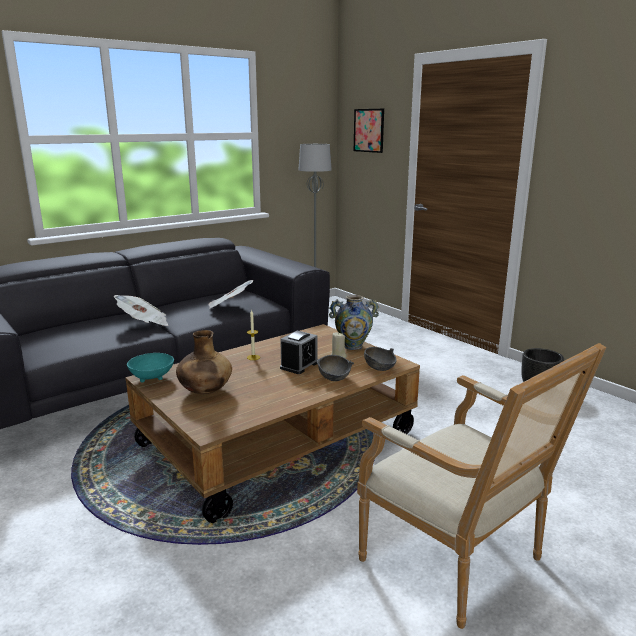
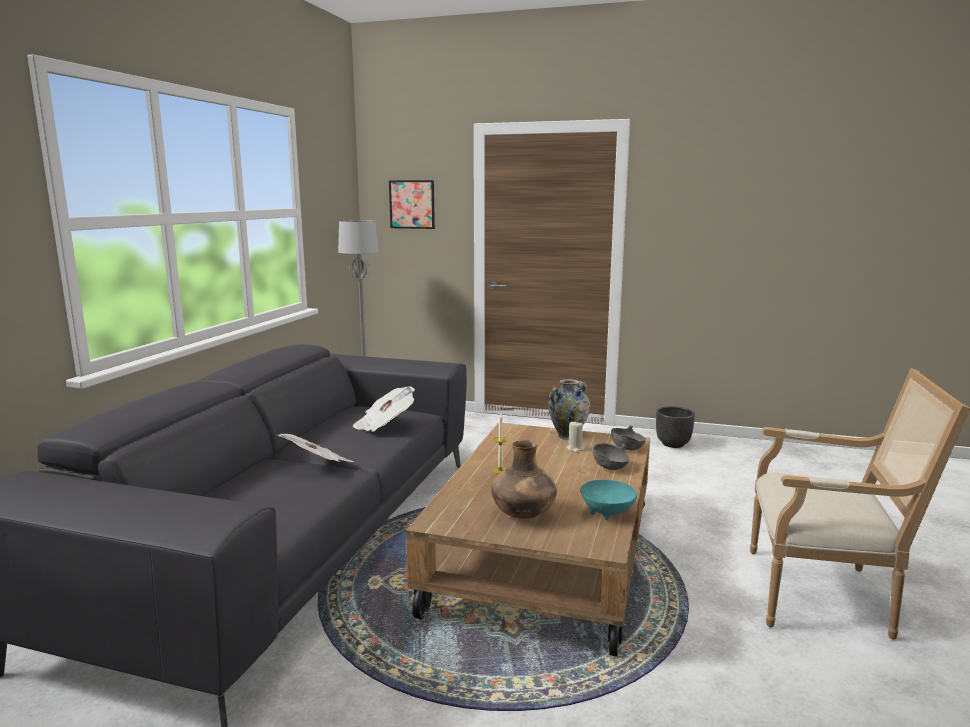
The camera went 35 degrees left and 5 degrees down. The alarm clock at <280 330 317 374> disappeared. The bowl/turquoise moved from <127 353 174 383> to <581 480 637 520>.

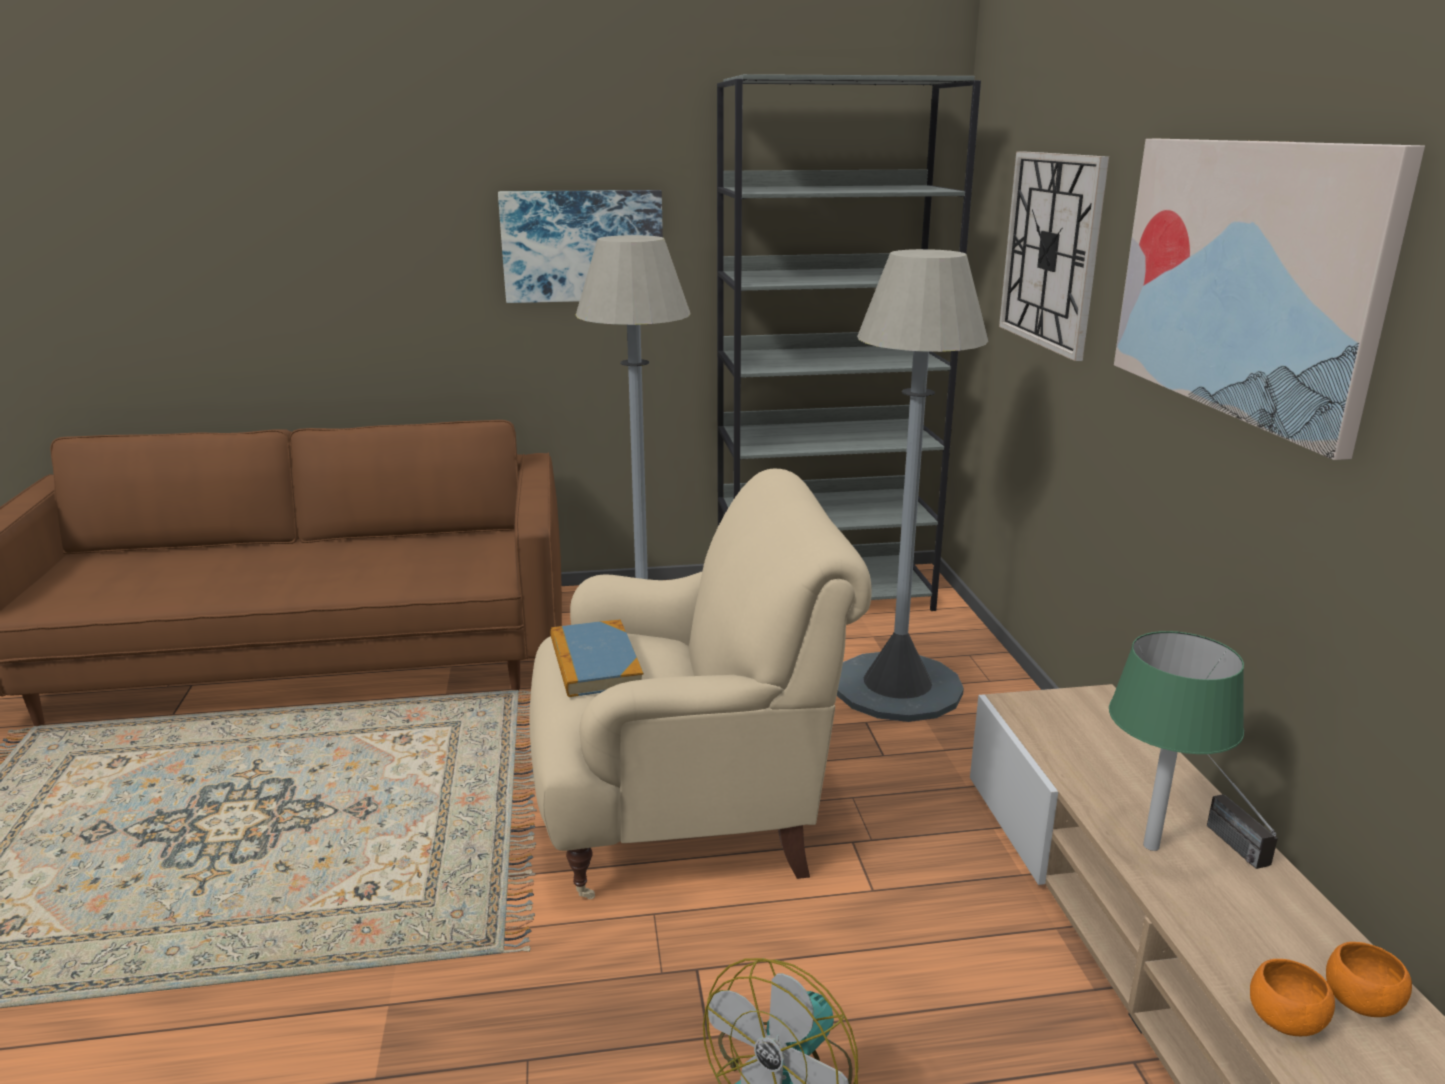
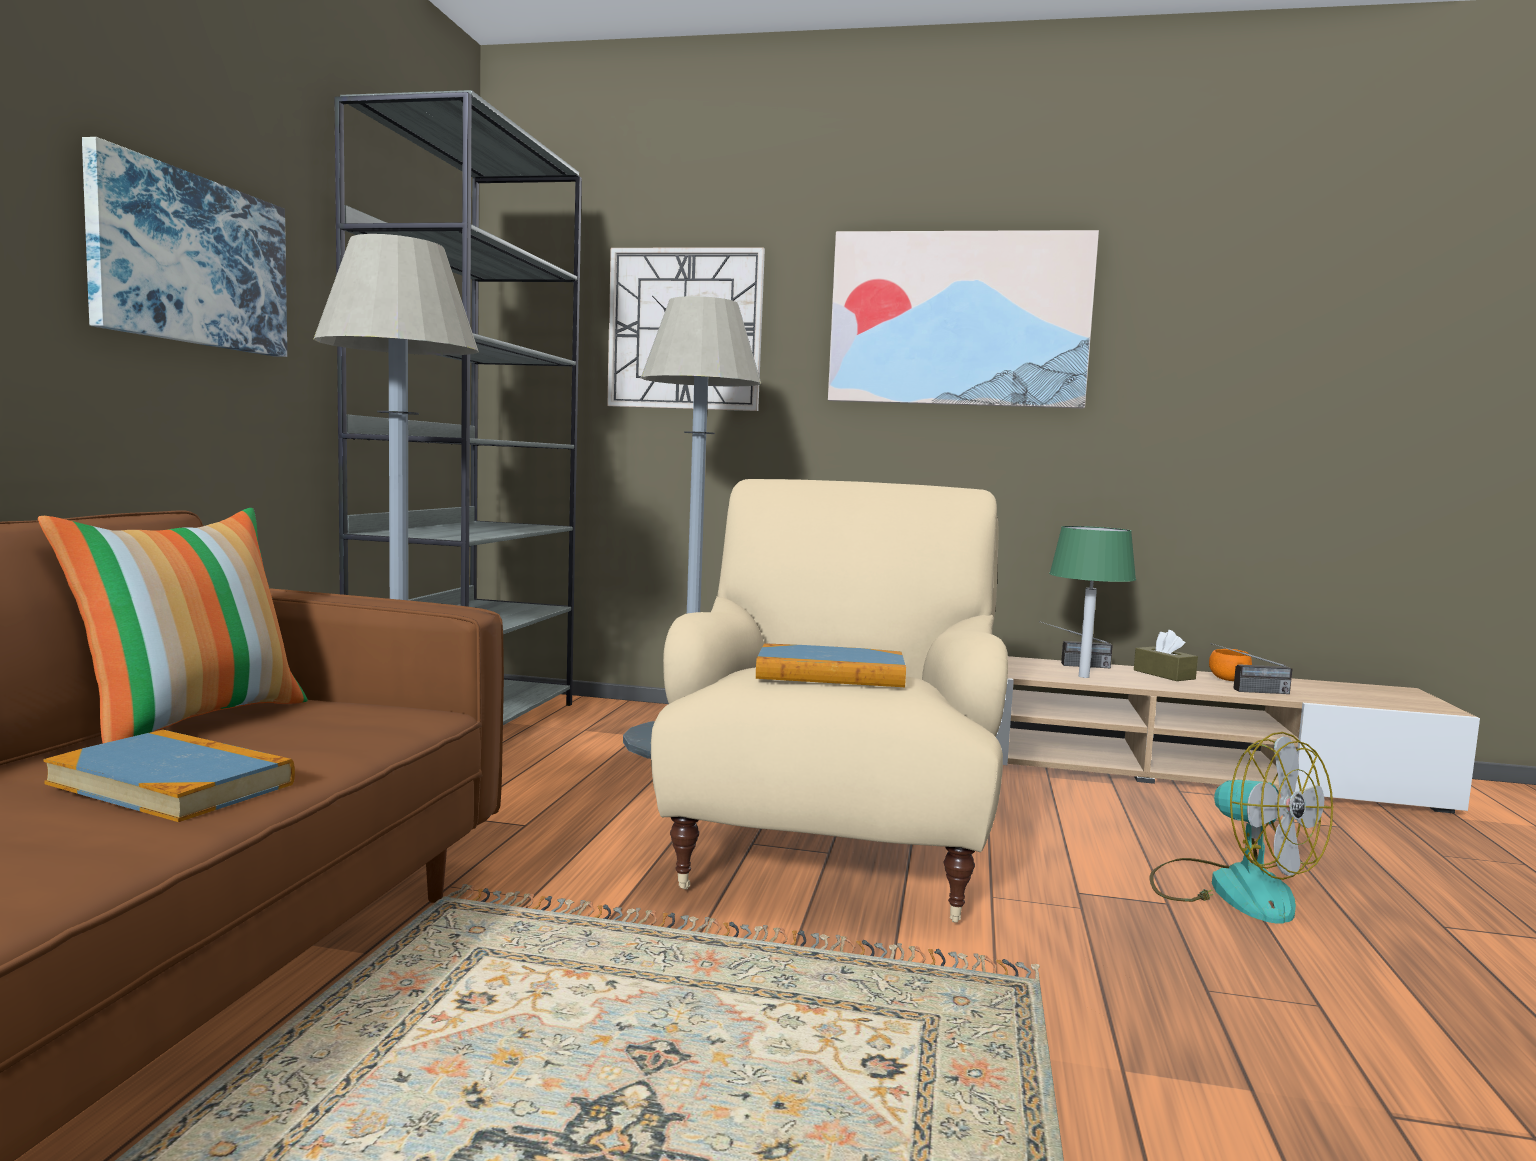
The camera went 70 degrees left and 15 degrees down. The pillow at <38 508 308 743> appeared. The book at <43 730 295 822> appeared. The tissue box/brown at <1134 630 1198 681> appeared. The bowl/orange at <1250 959 1335 1036> was replaced by the radio at <1211 643 1292 694>.

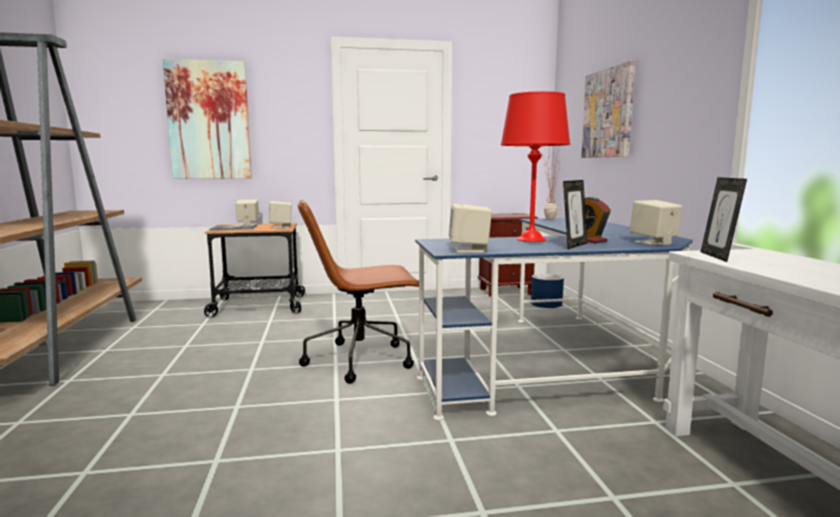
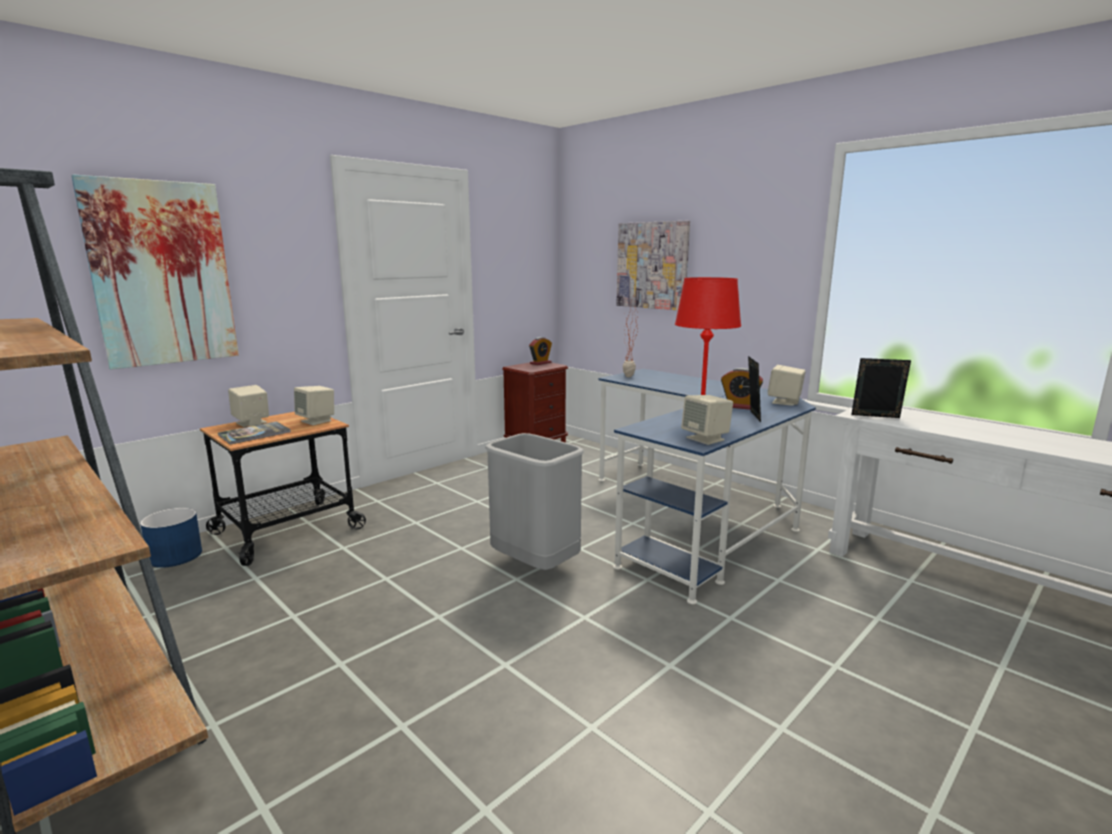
The camera went 35 degrees left and 5 degrees up. The alarm clock at <529 337 552 365> appeared. The planter/blue moved from <531 274 564 308> to <140 508 202 568>. The office chair/brown at <298 200 419 384> was replaced by the trash can/grey at <485 433 585 570>. The picture frame at <701 177 747 262> turned 135 degrees clockwise.

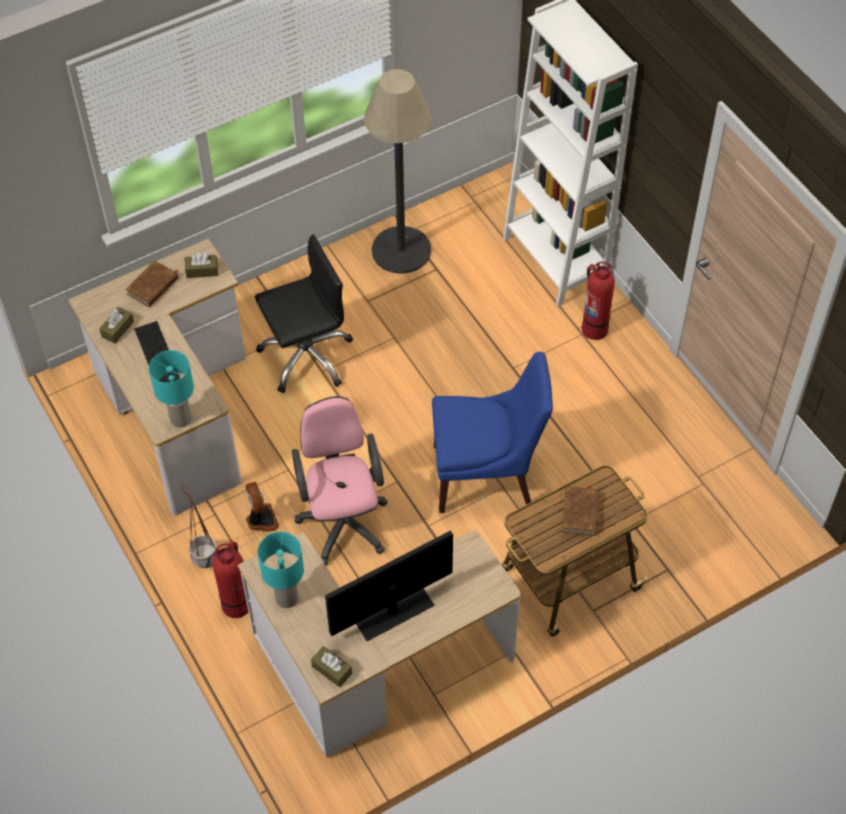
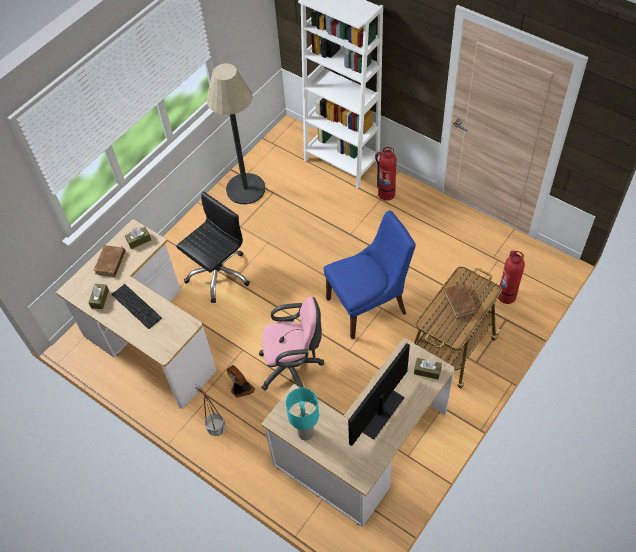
The camera went 20 degrees left and 0 degrees up. The table lamp/turquoise at <149 350 194 428> disappeared. The fire extinguisher moved from <213 541 248 618> to <498 250 525 304>. The tissue box/brown moved from <311 646 352 687> to <414 358 442 379>. The office chair/pink at <292 396 388 565> turned 120 degrees clockwise.

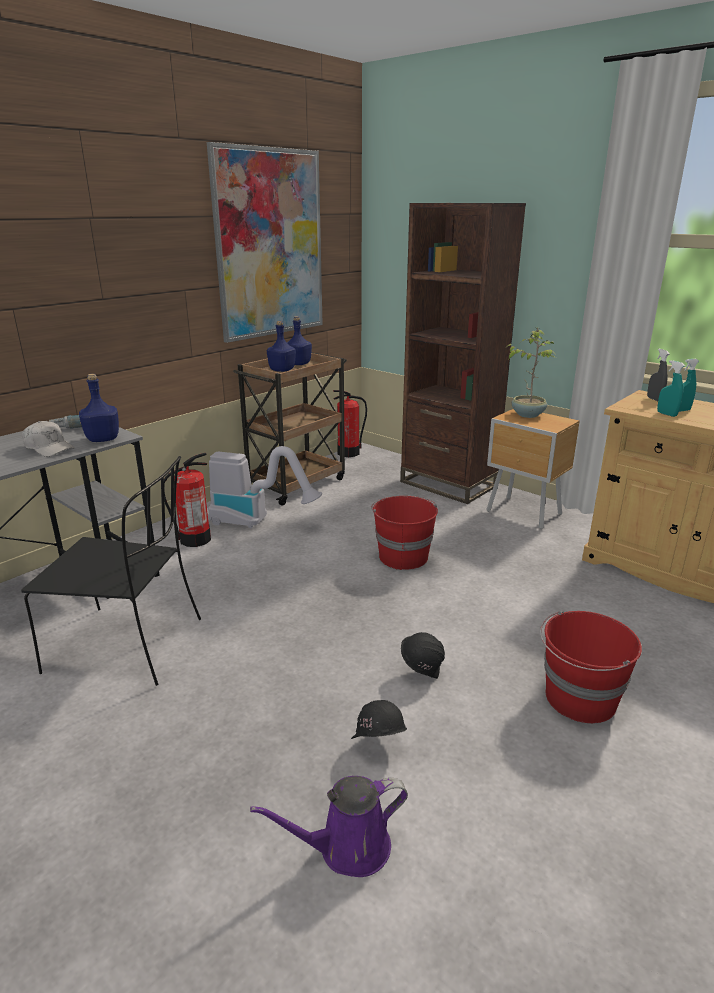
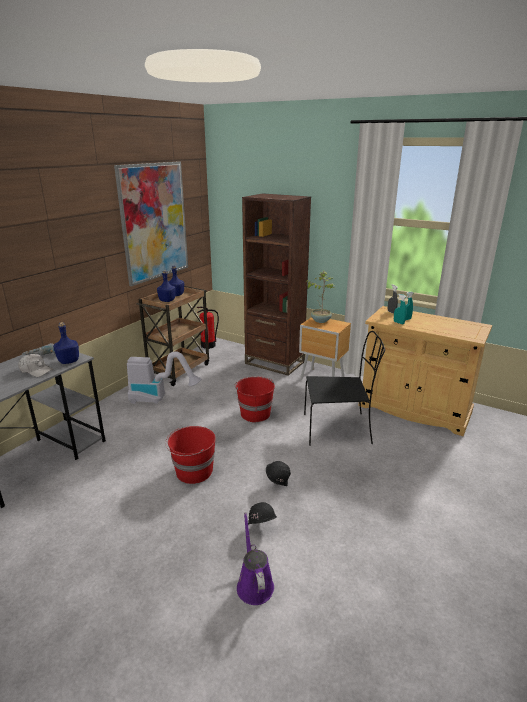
The camera went 10 degrees left and 0 degrees up. The fire extinguisher at <164 453 211 547> disappeared. The chair/black moved from <21 456 201 686> to <304 331 385 446>. The bucket/red moved from <540 610 642 723> to <165 426 216 484>. The watering can/purple at <250 776 408 877> turned 105 degrees clockwise.

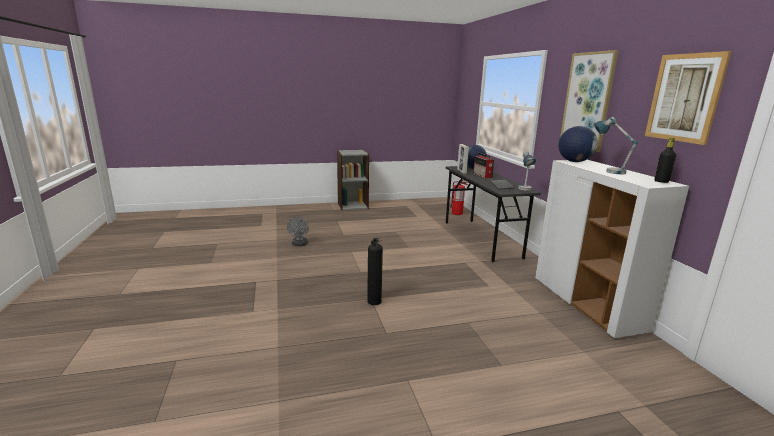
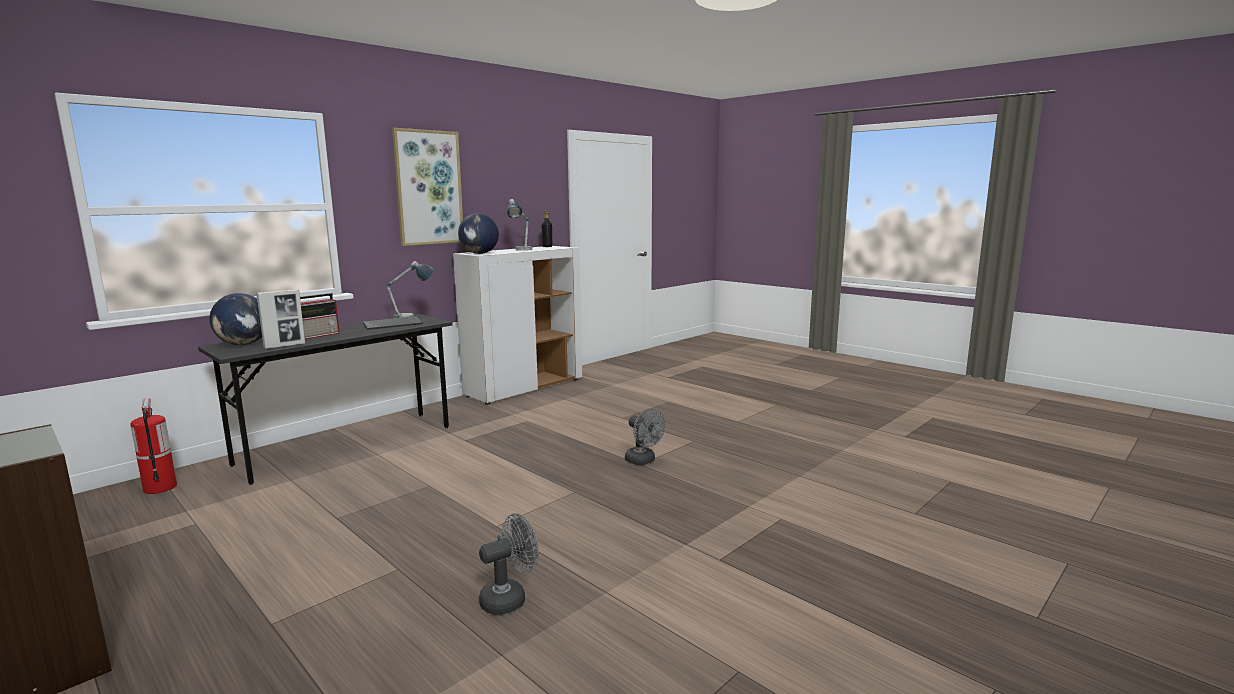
The camera went 120 degrees left and 5 degrees down. The picture at <645 51 731 145> disappeared. The fire extinguisher at <367 238 383 305> was replaced by the fan/grey at <625 408 666 465>.

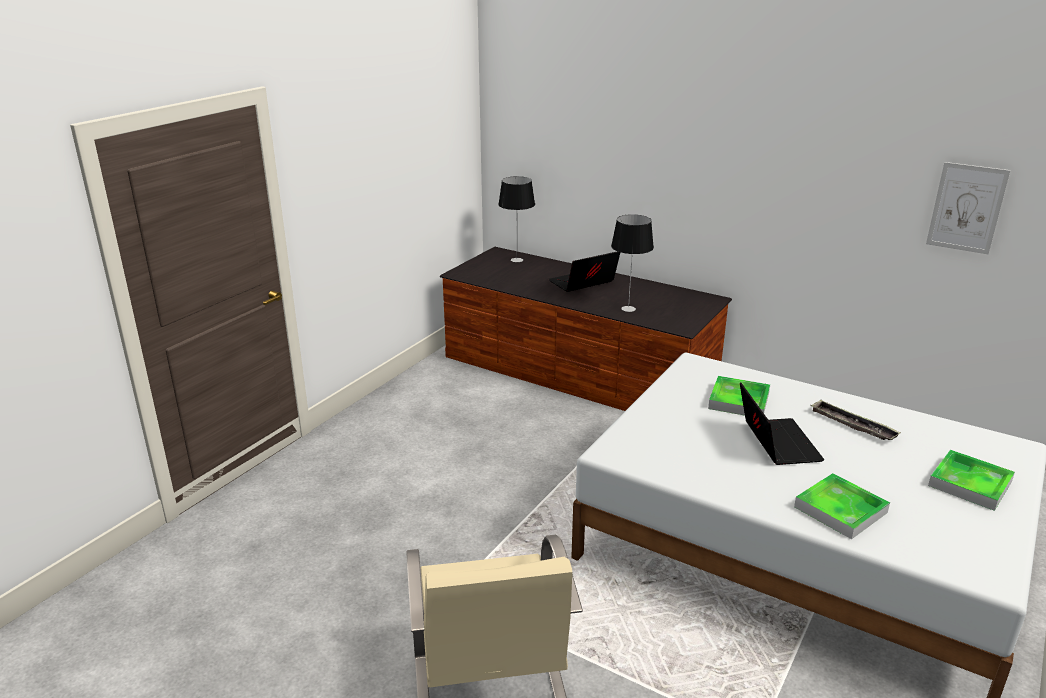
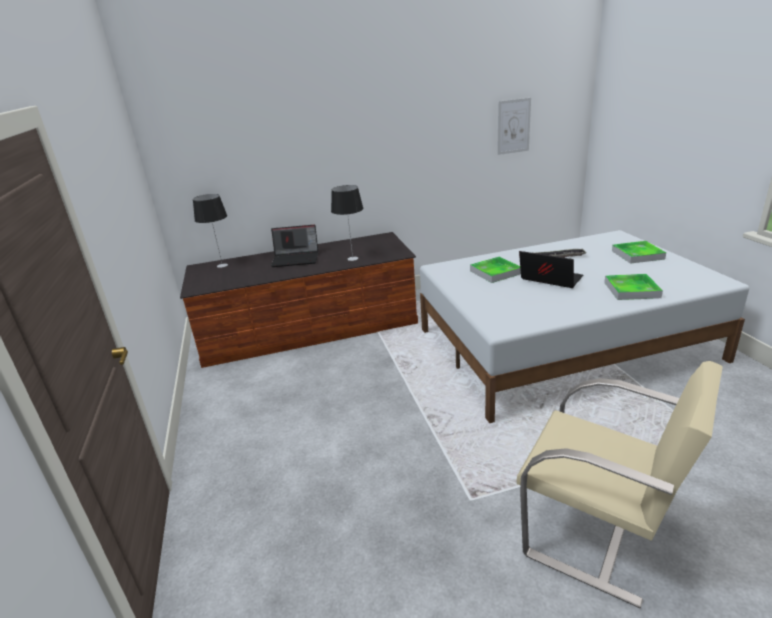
The camera went 45 degrees left and 0 degrees up. The laptop at <549 251 620 292> turned 105 degrees counterclockwise.

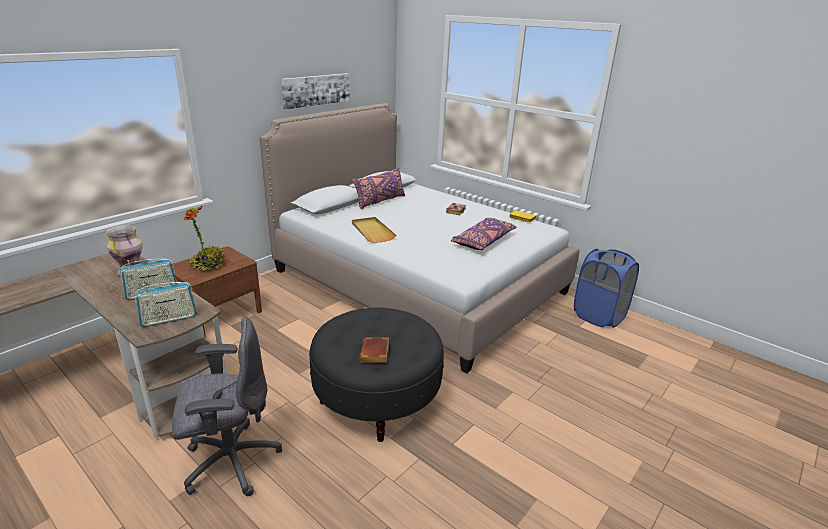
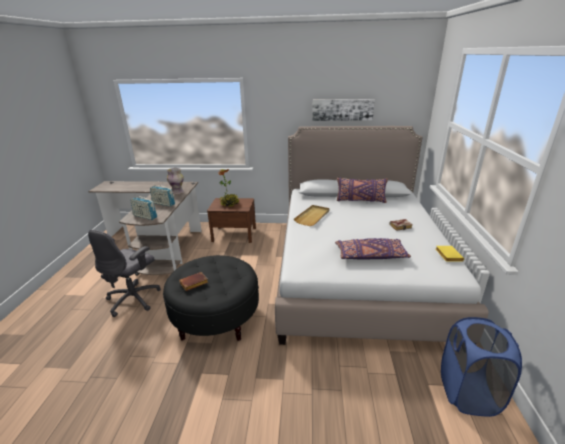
The camera went 55 degrees right and 0 degrees up. The office chair/grey at <172 317 282 496> turned 75 degrees clockwise.

